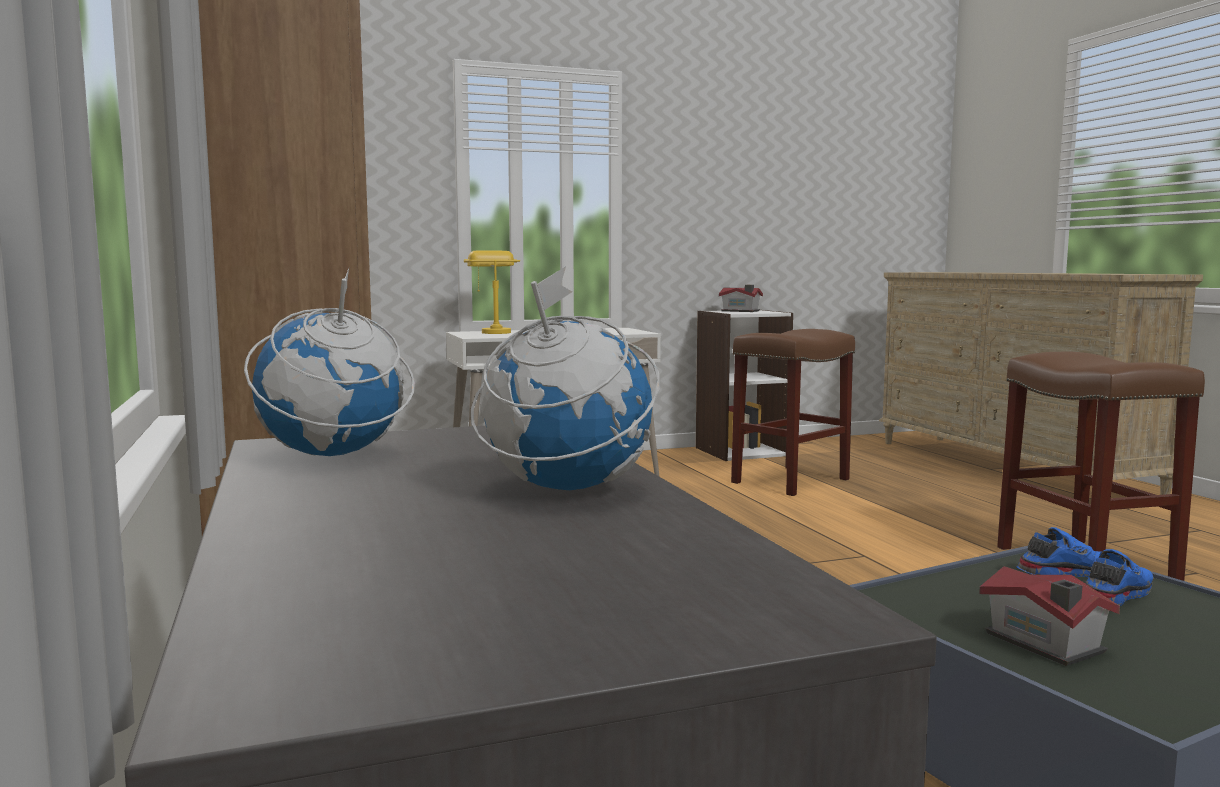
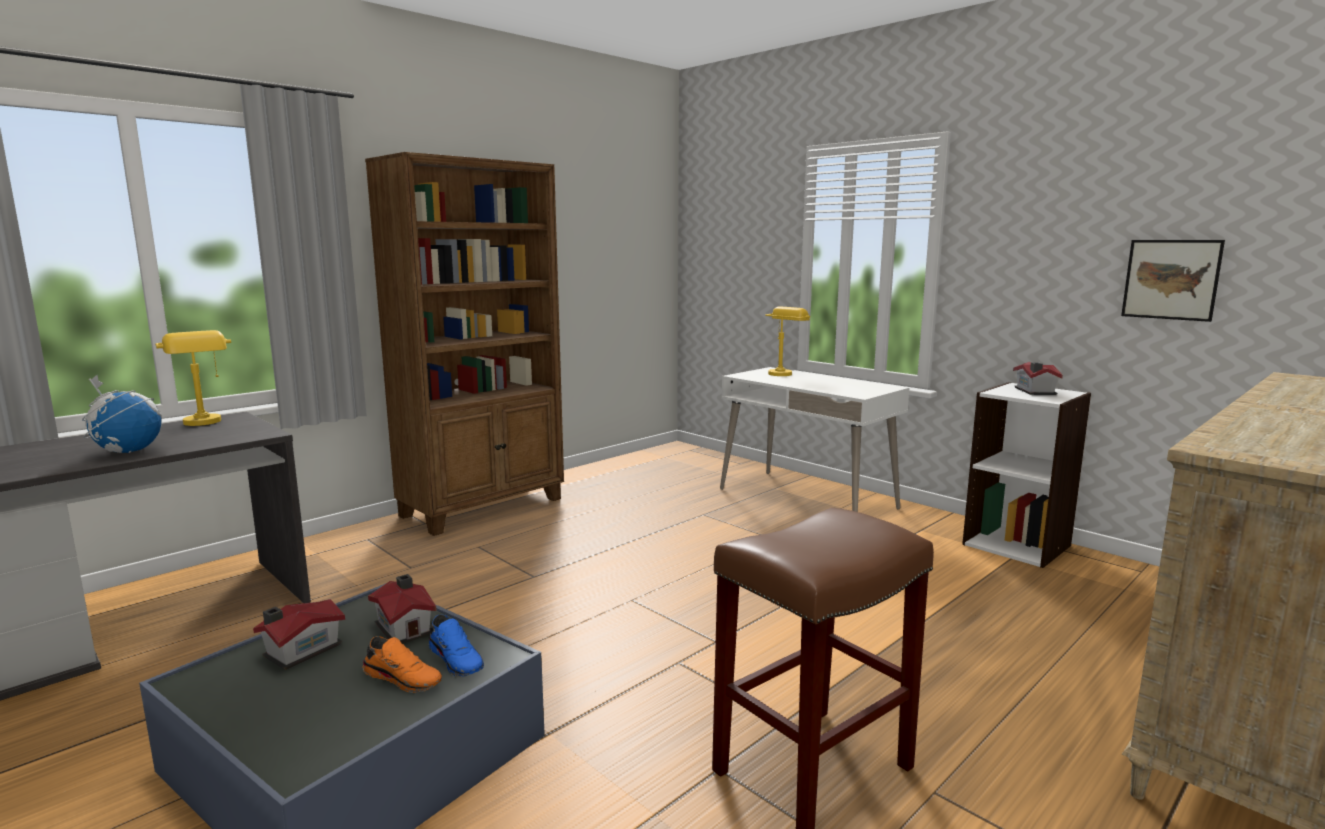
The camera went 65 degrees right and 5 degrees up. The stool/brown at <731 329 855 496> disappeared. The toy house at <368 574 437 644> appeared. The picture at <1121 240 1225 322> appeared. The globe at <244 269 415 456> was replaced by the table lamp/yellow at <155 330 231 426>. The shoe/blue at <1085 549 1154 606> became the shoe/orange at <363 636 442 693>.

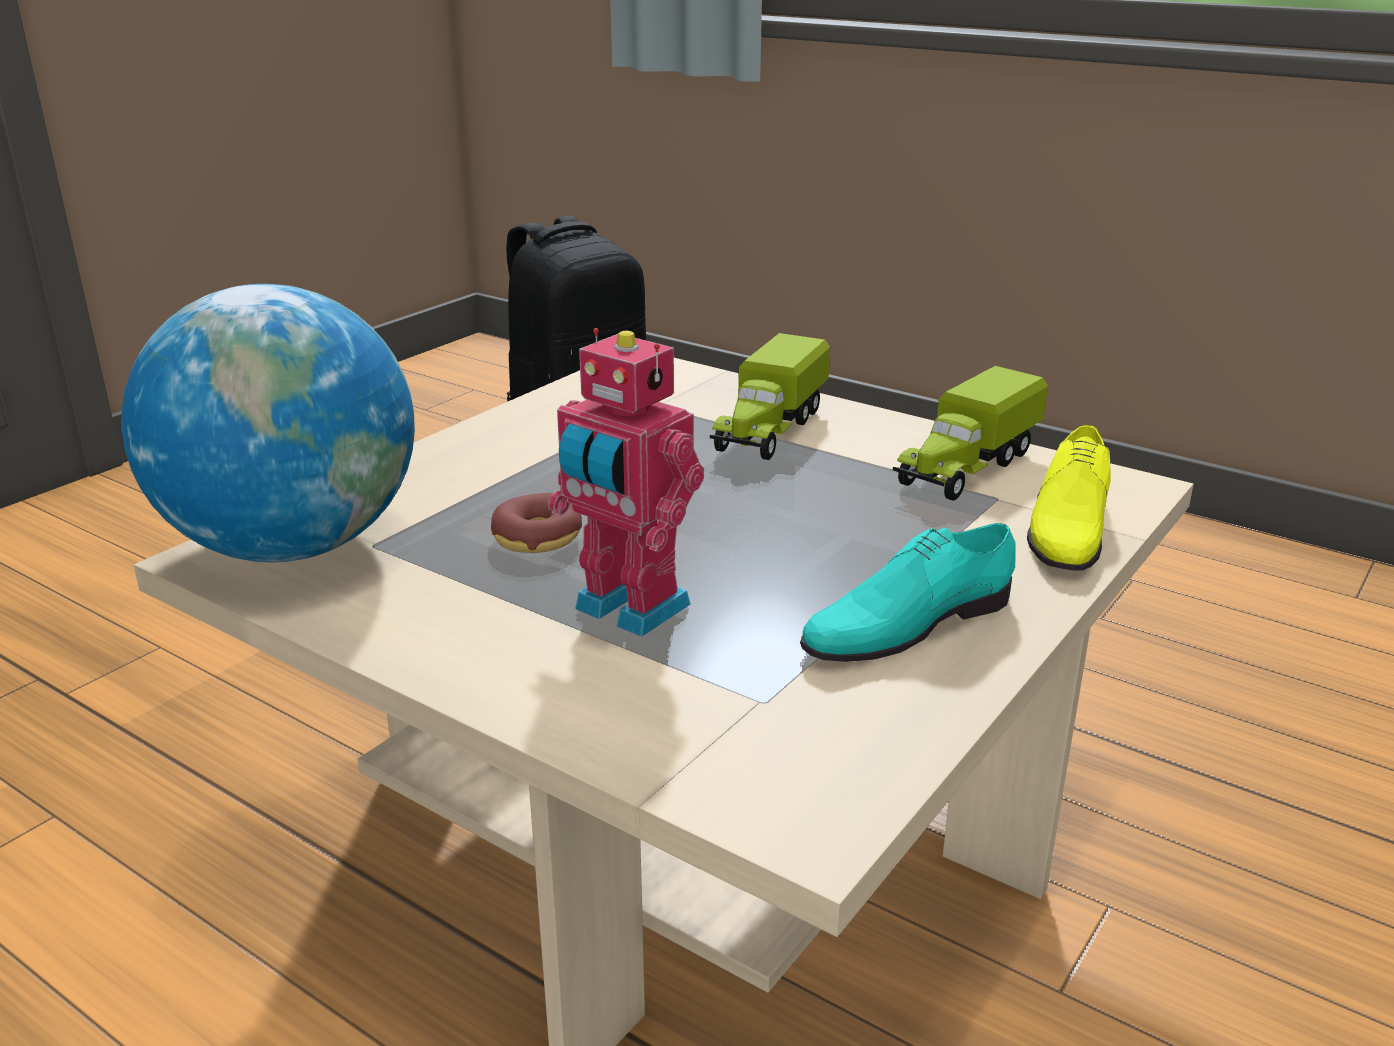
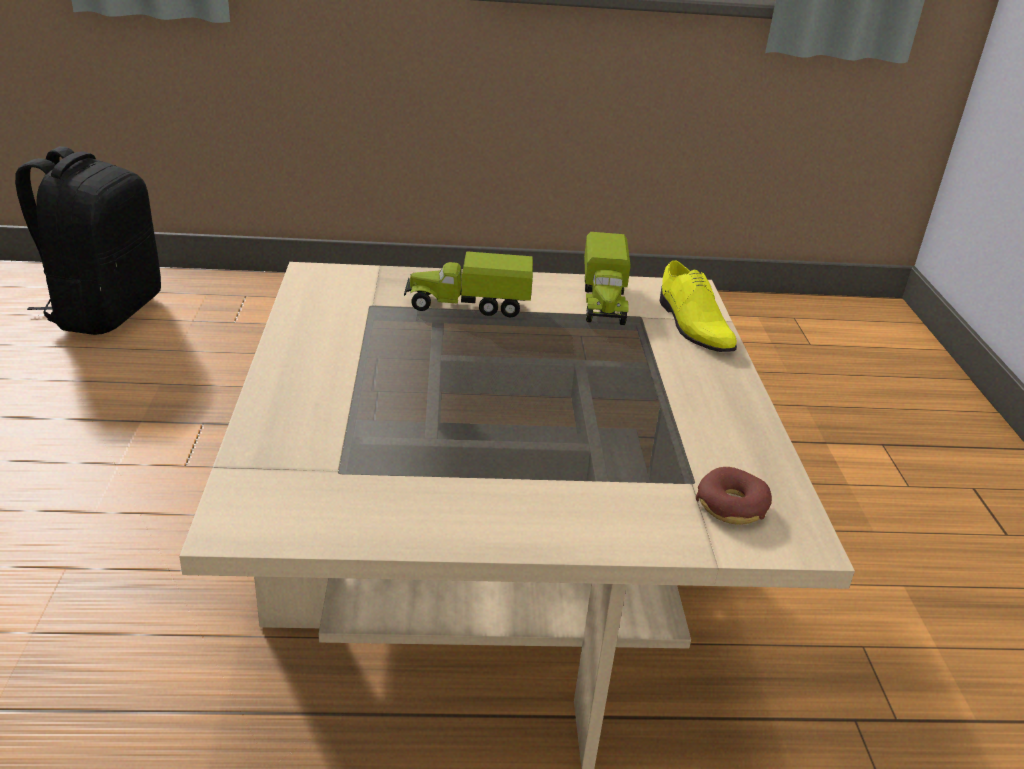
The camera went 40 degrees left and 5 degrees up. The globe at <122 284 415 562> disappeared. The toy robot at <548 328 704 637> disappeared. The shoe/turquoise at <800 523 1016 662> disappeared. The donut moved from <491 493 582 553> to <696 467 772 525>. The toy truck at <710 333 830 460> turned 105 degrees clockwise.

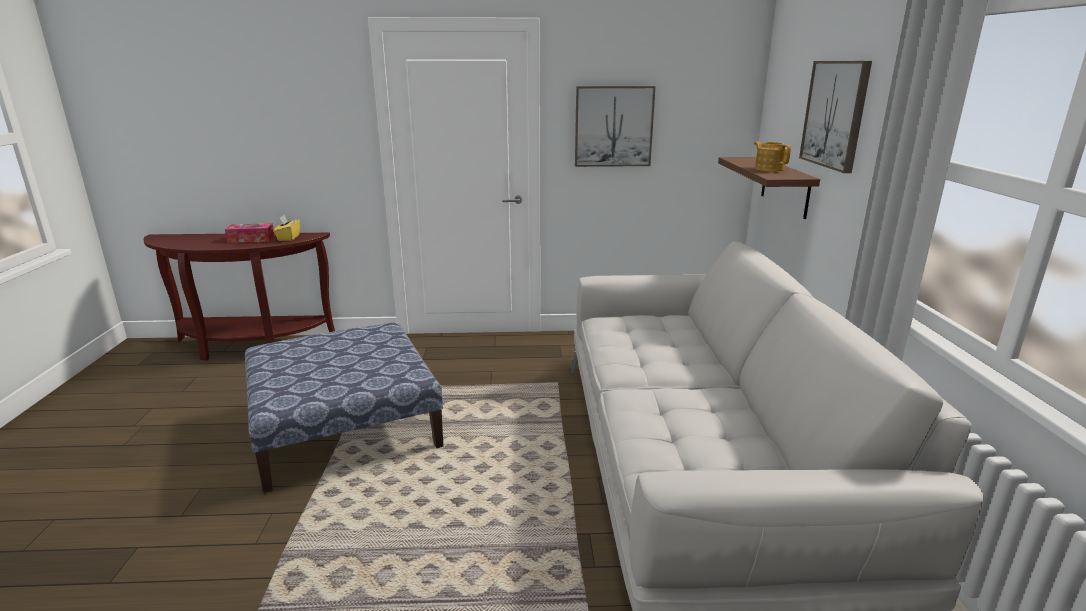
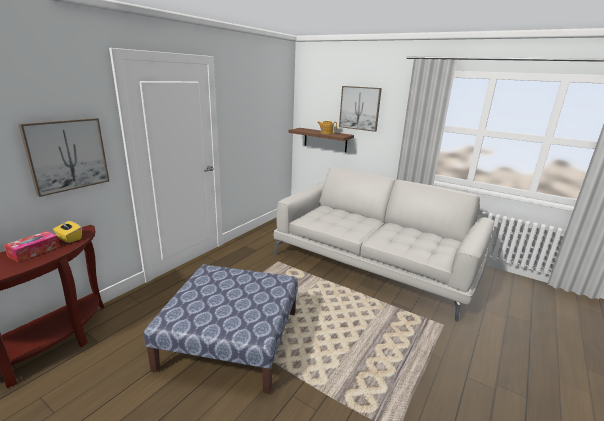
The camera went 55 degrees left and 0 degrees up. The picture moved from <575 86 655 167> to <19 118 109 197>.

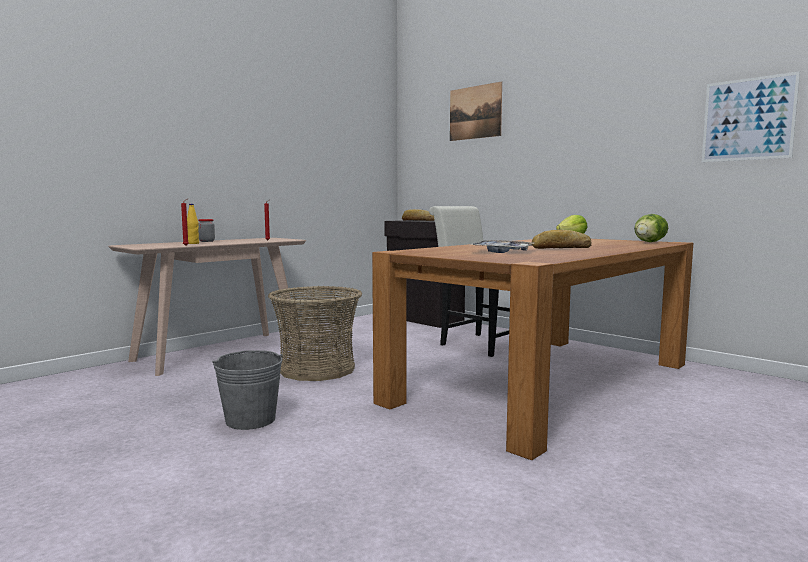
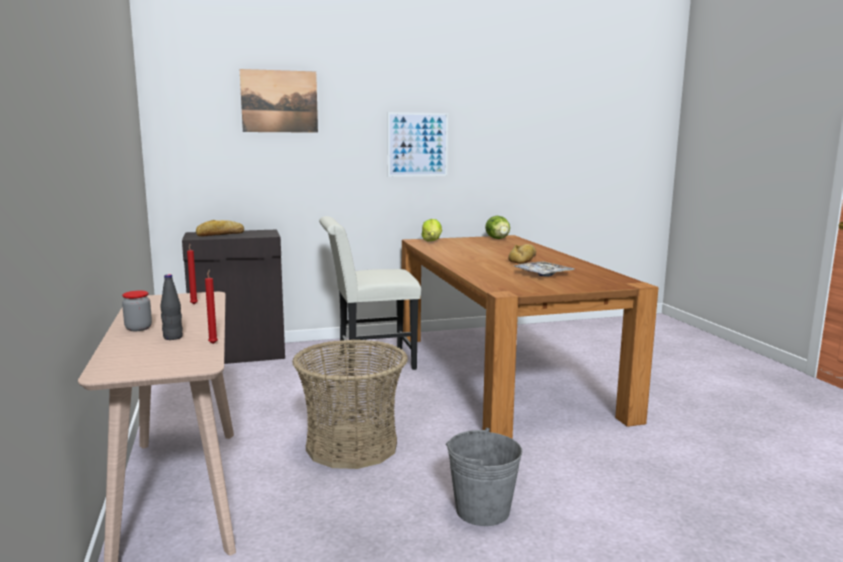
The camera went 60 degrees left and 5 degrees up. The picture moved from <702 71 800 162> to <387 112 448 177>. The bottle/yellow at <187 204 199 244> became the bottle/black at <160 274 183 340>.

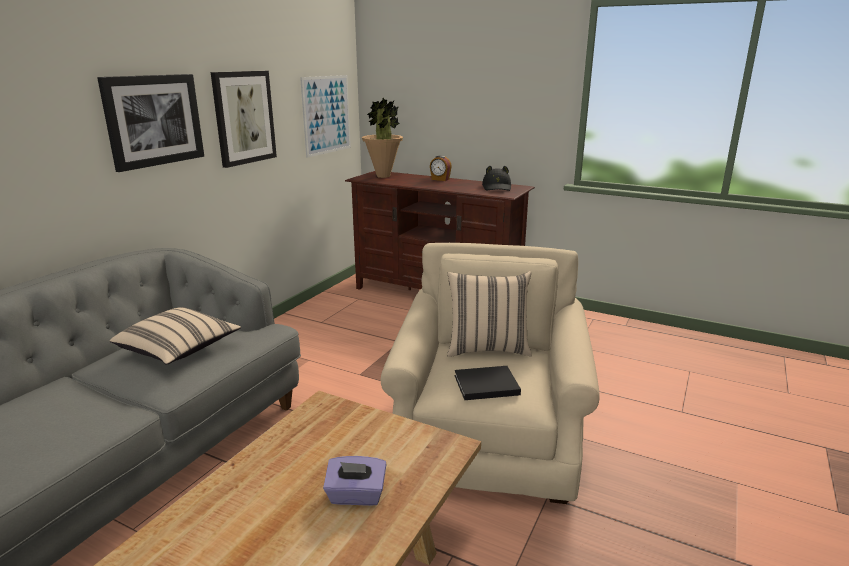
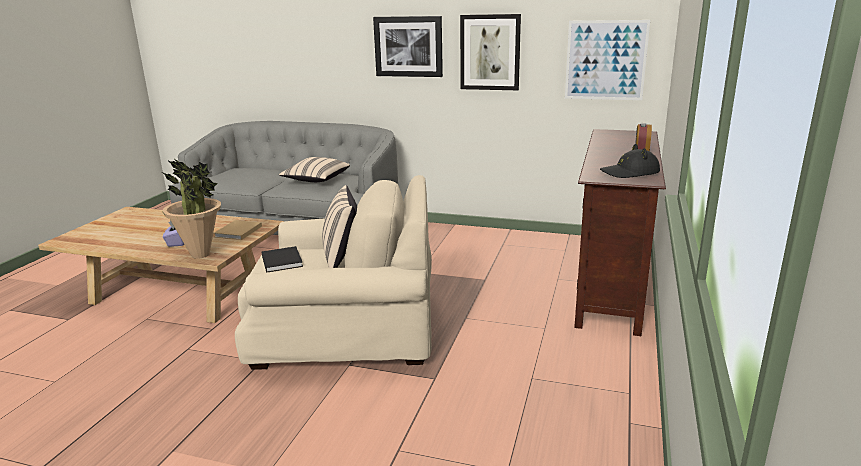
The camera went 80 degrees right and 0 degrees up. The book/beige at <214 220 262 240> appeared. The potted plant moved from <362 98 403 178> to <162 159 221 259>.

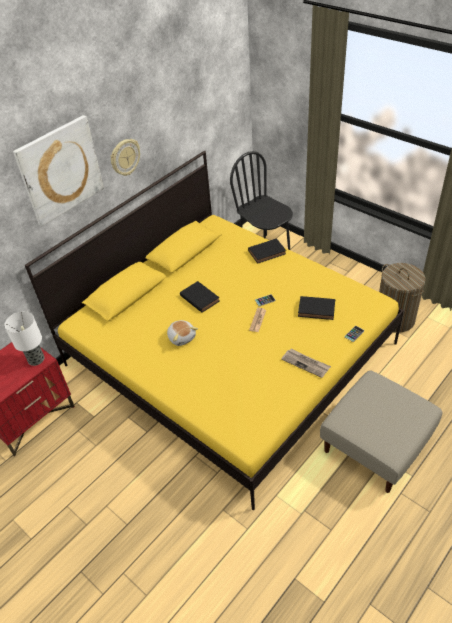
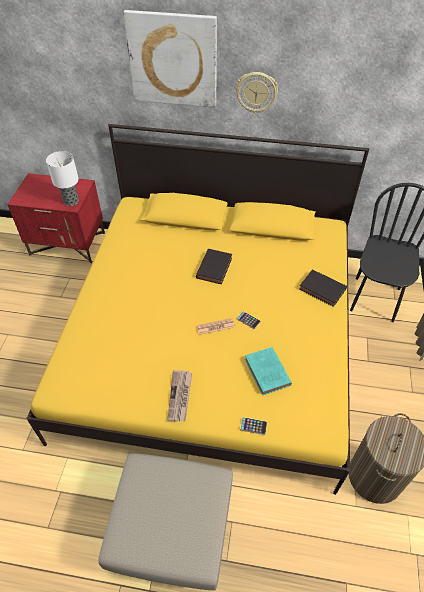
The camera went 55 degrees right and 5 degrees up. The plush toy at <167 320 198 346> disappeared. The book/black at <298 296 335 320> became the book/turquoise at <245 347 292 396>.

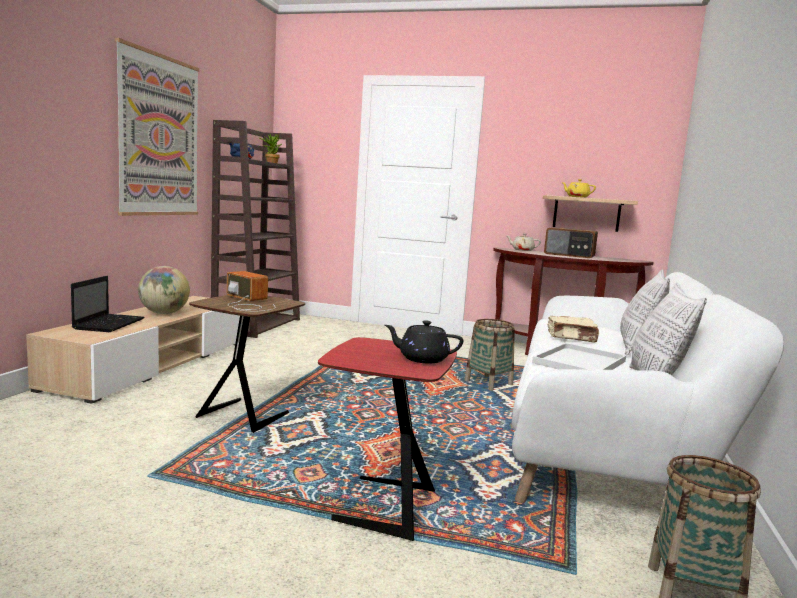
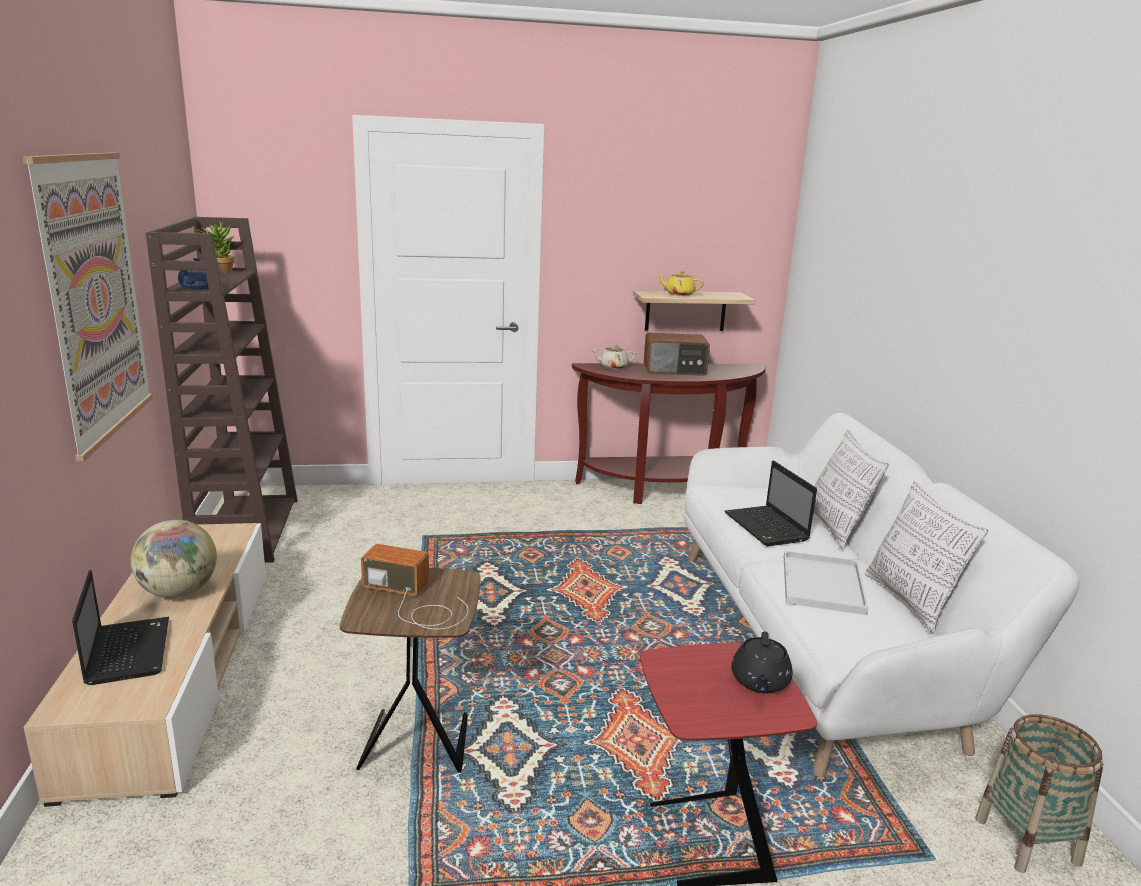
The camera went 25 degrees left and 10 degrees up. The basket at <465 319 515 390> disappeared. The book/beige at <547 316 599 342> was replaced by the laptop at <725 460 817 546>. The teapot/black at <385 321 463 363> turned 60 degrees counterclockwise.

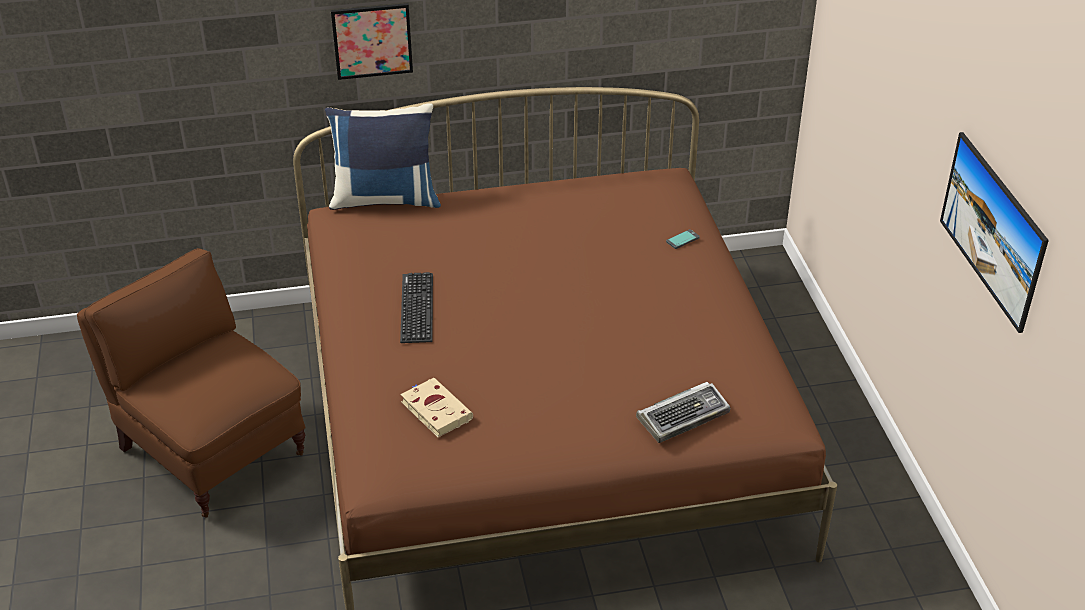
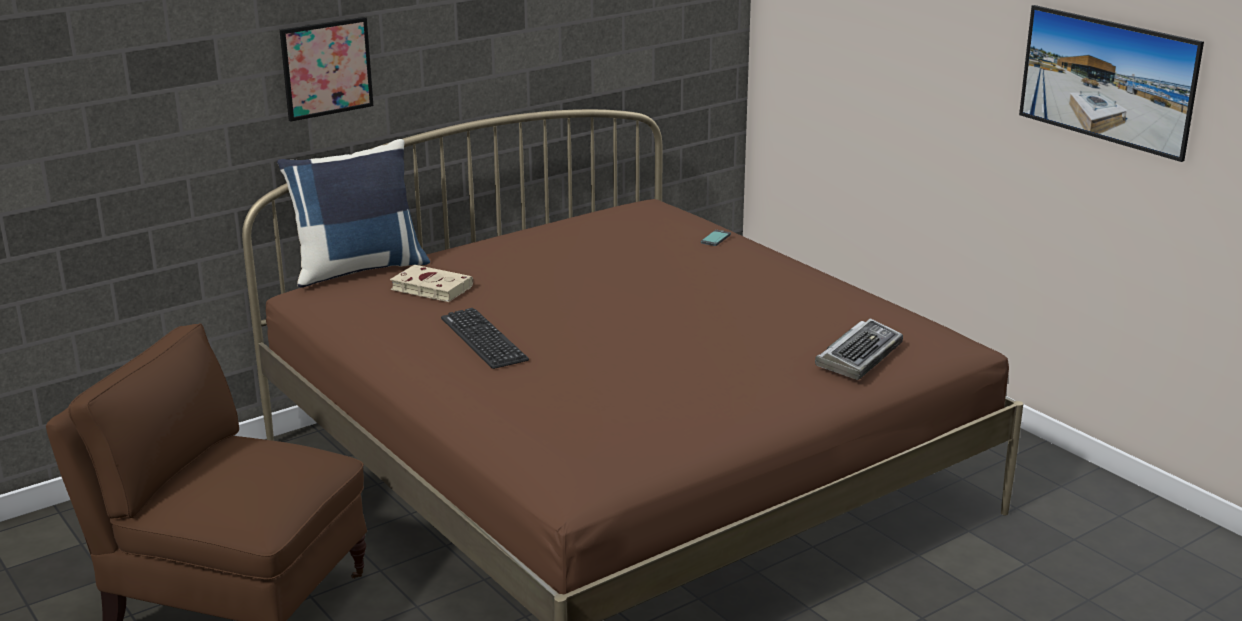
The camera went 25 degrees left and 15 degrees down. The book/beige moved from <401 378 473 438> to <390 265 473 302>.

